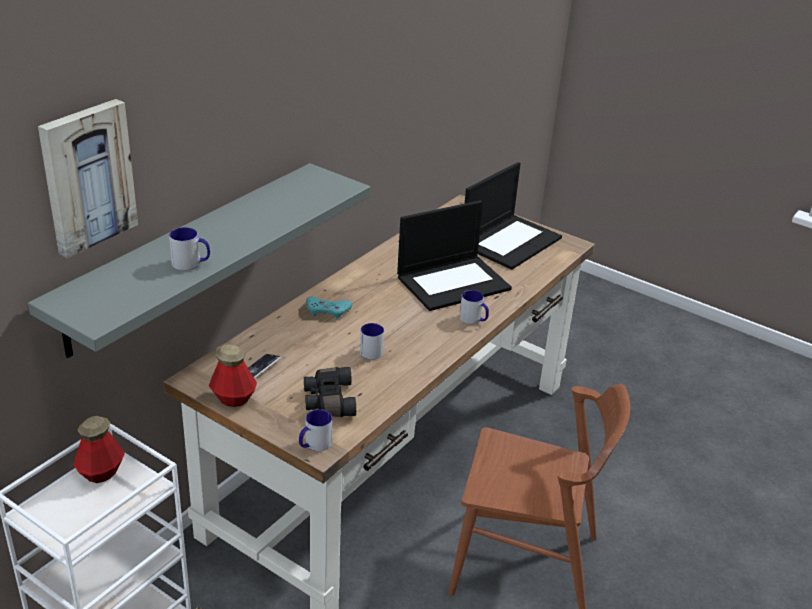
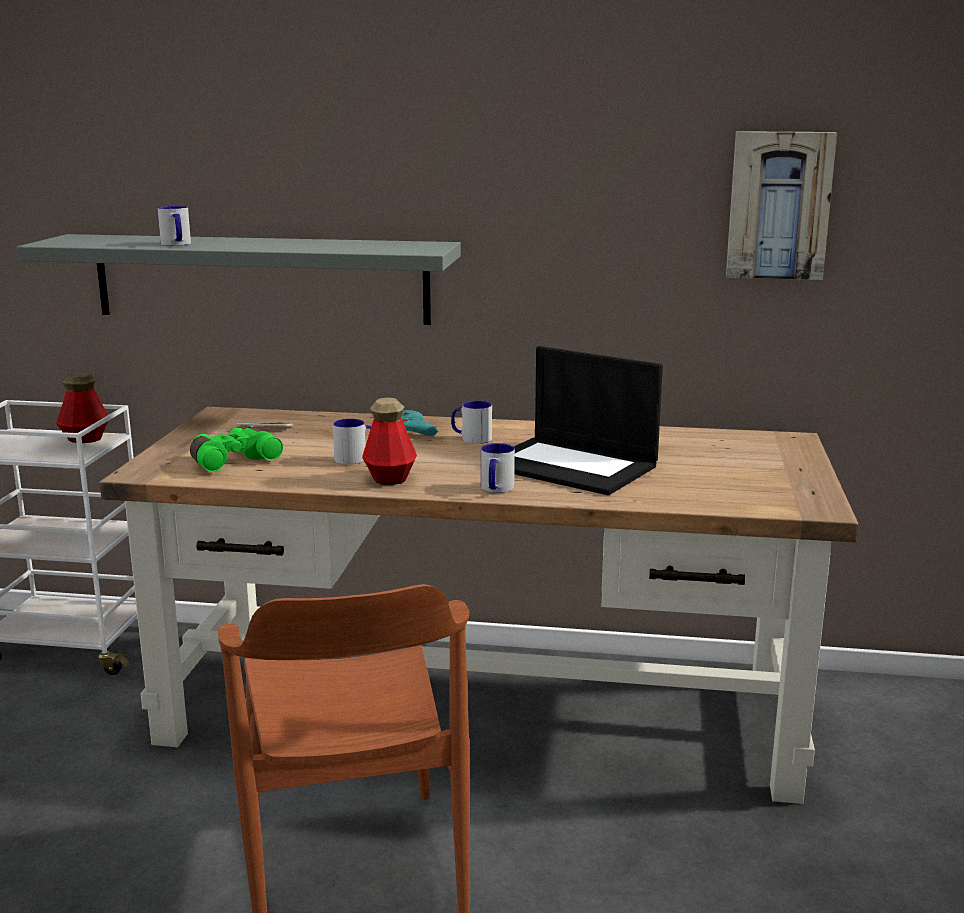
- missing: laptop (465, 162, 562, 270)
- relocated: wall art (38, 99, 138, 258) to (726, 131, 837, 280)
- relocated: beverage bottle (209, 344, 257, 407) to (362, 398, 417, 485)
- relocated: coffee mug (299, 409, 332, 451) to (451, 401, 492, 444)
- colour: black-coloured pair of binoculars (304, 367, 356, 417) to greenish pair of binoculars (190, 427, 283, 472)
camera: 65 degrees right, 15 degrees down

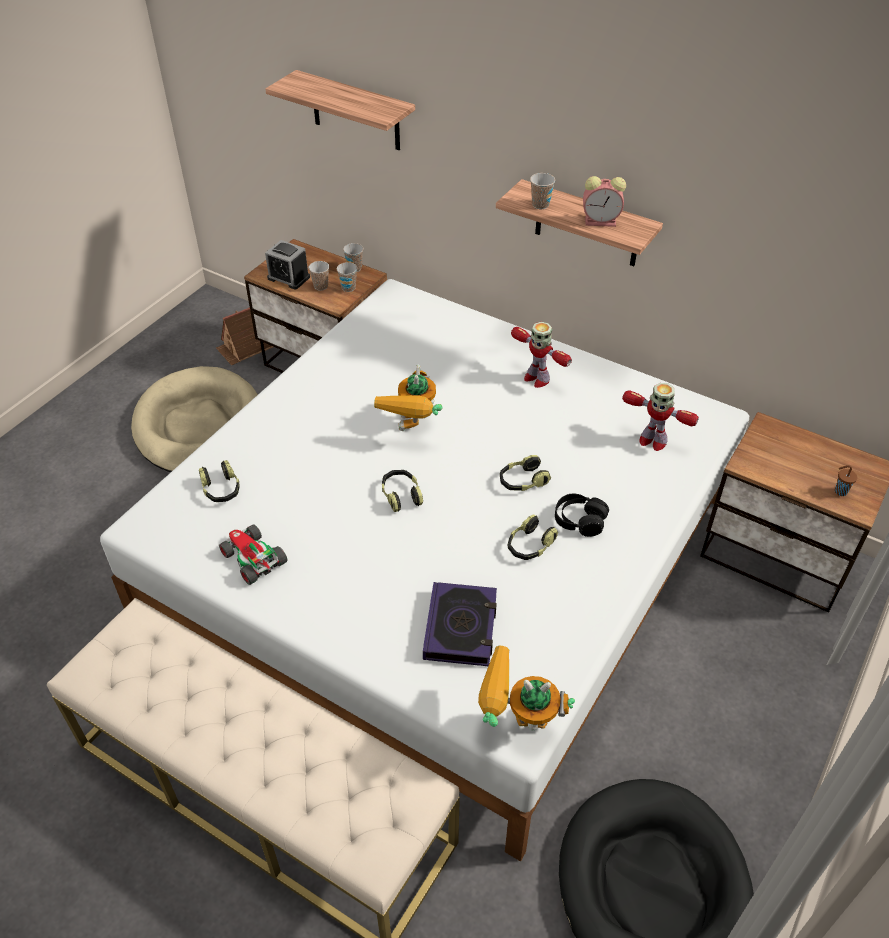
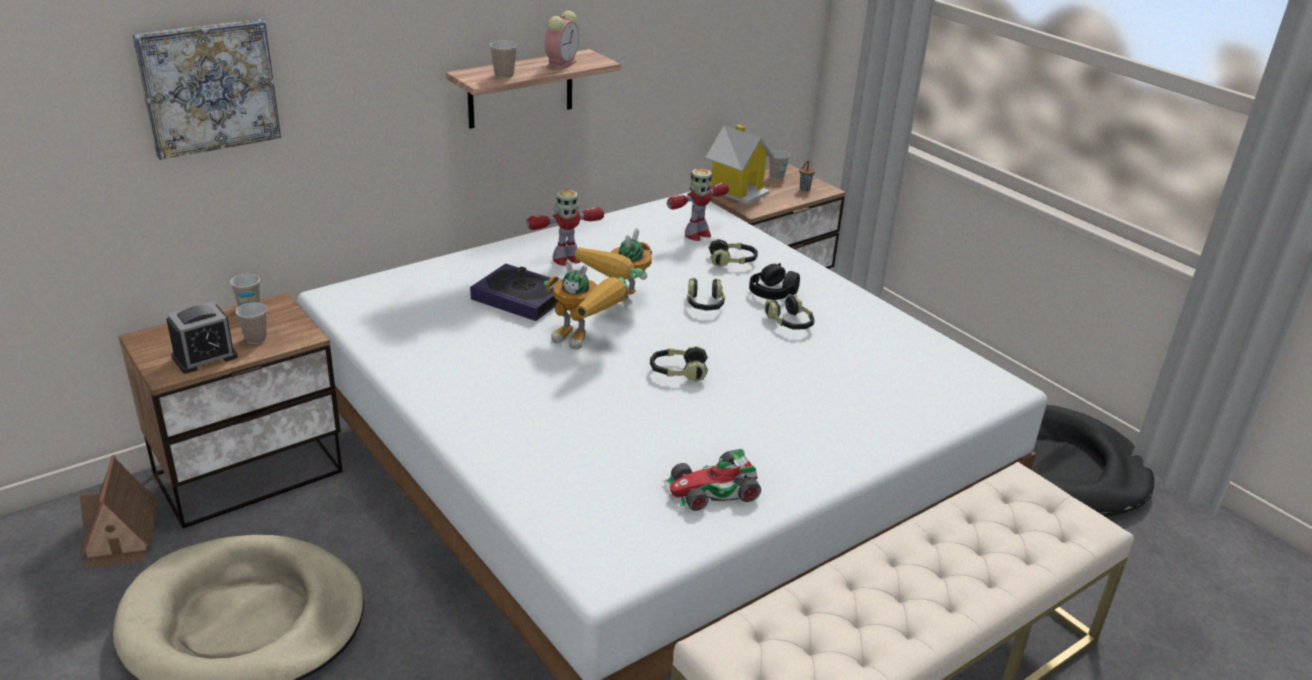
- appeared: miniature house (705, 125, 774, 205)
- relocated: pair of headphones (199, 460, 240, 502) to (709, 239, 758, 267)
- relocated: drinking cup (337, 262, 357, 292) to (769, 150, 790, 180)
- relocated: bound book (423, 582, 497, 666) to (470, 264, 560, 321)
- relocated: toy robot (478, 646, 575, 730) to (575, 228, 652, 302)
- exchanged: shelf (265, 70, 415, 150) to wall art (132, 19, 281, 160)
camera: 70 degrees left, 15 degrees down

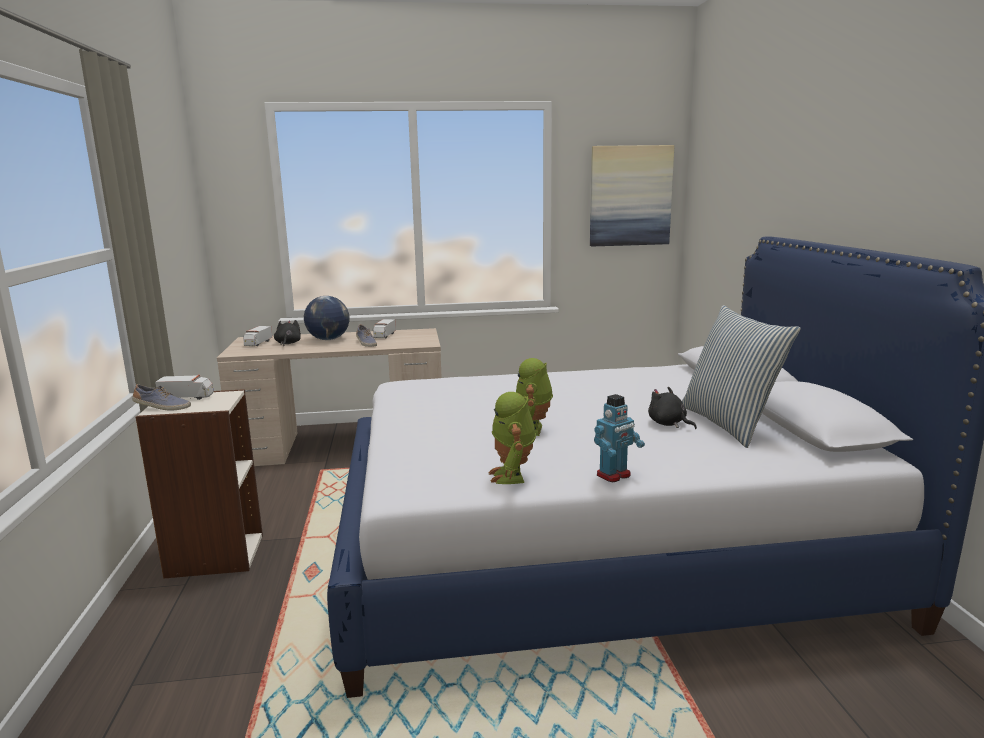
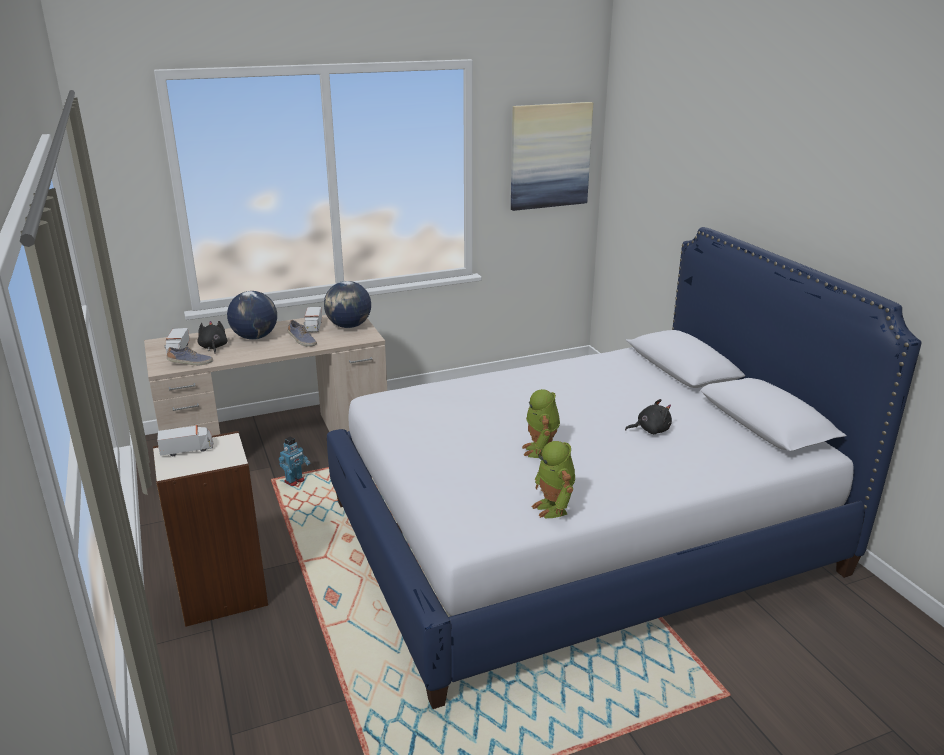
- missing: pillow (682, 305, 800, 448)
- appeared: world globe (324, 281, 371, 328)
- relocated: shoe (132, 384, 191, 411) to (167, 347, 213, 365)
- relocated: toy robot (594, 394, 645, 482) to (279, 436, 311, 486)
- spun: black-coloured soft toy (648, 387, 697, 429) = (625, 399, 672, 434) 135 degrees clockwise
camera: 15 degrees left, 10 degrees up

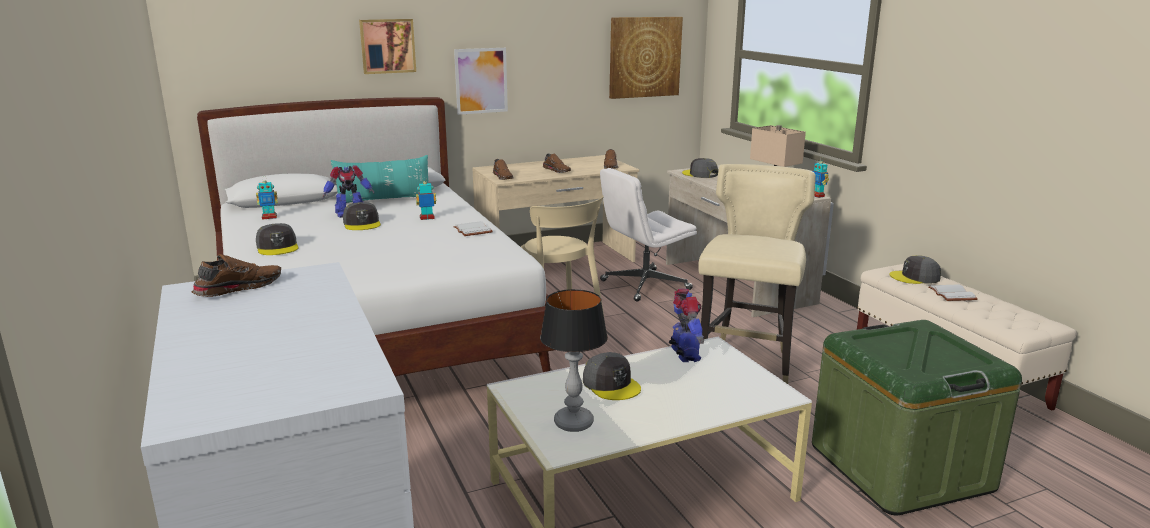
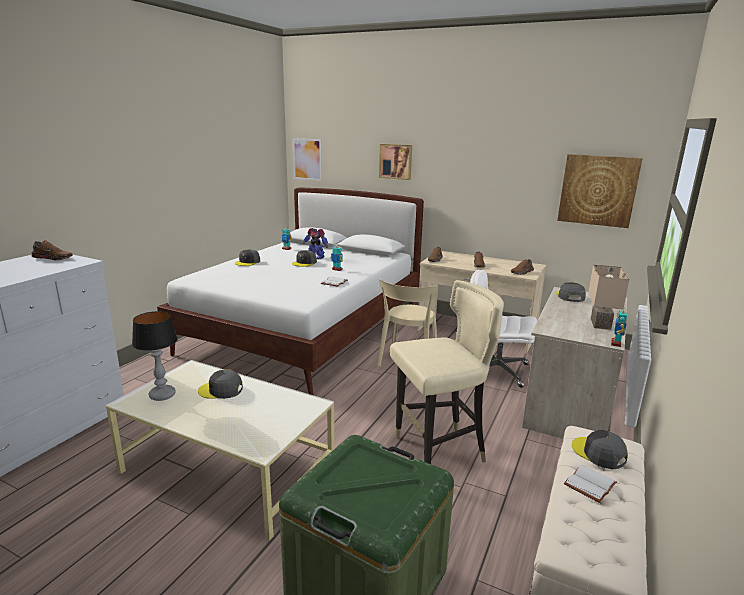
- missing: blue-green pillow (331, 155, 428, 203)
- missing: toy robot (669, 289, 704, 362)
- relocated: wall art (454, 48, 508, 115) to (293, 138, 322, 181)
- spun: greyish peaked cap (583, 352, 641, 400) = (198, 369, 243, 399) 75 degrees clockwise
camera: 50 degrees right, 0 degrees up

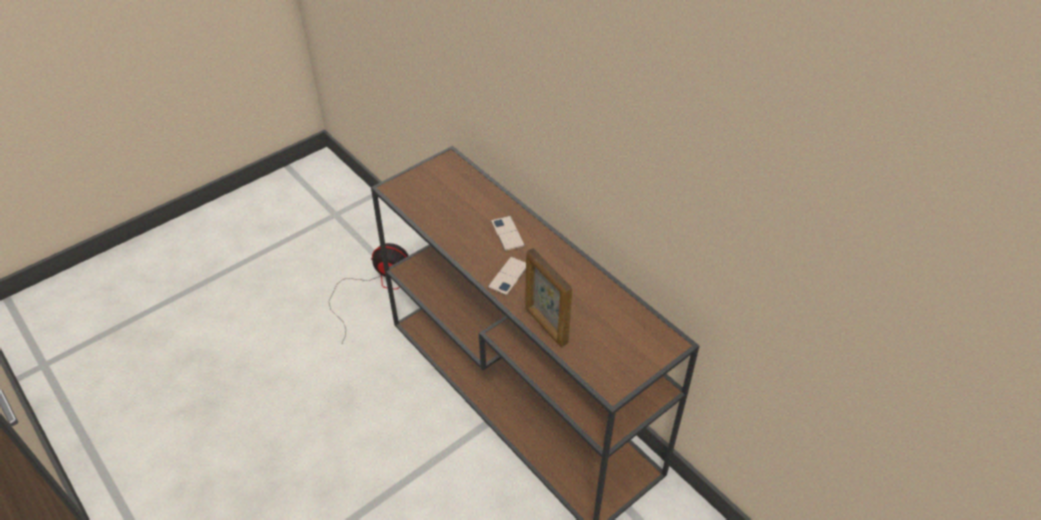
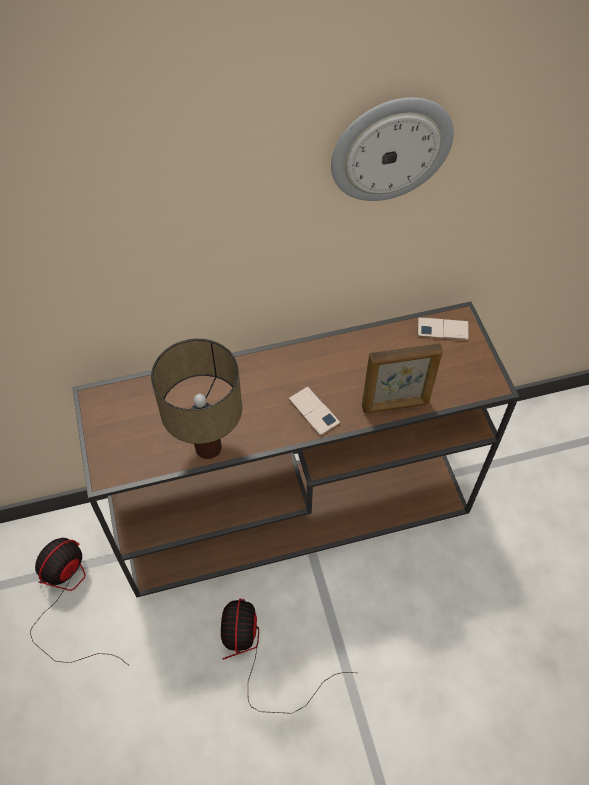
- appeared: tabletop lamp (151, 339, 242, 459)
- appeared: fan (221, 598, 356, 714)
- appeared: clock on the wall (331, 97, 454, 201)
- relocated: phone (491, 216, 525, 251) to (417, 317, 469, 341)
camera: 65 degrees left, 10 degrees up

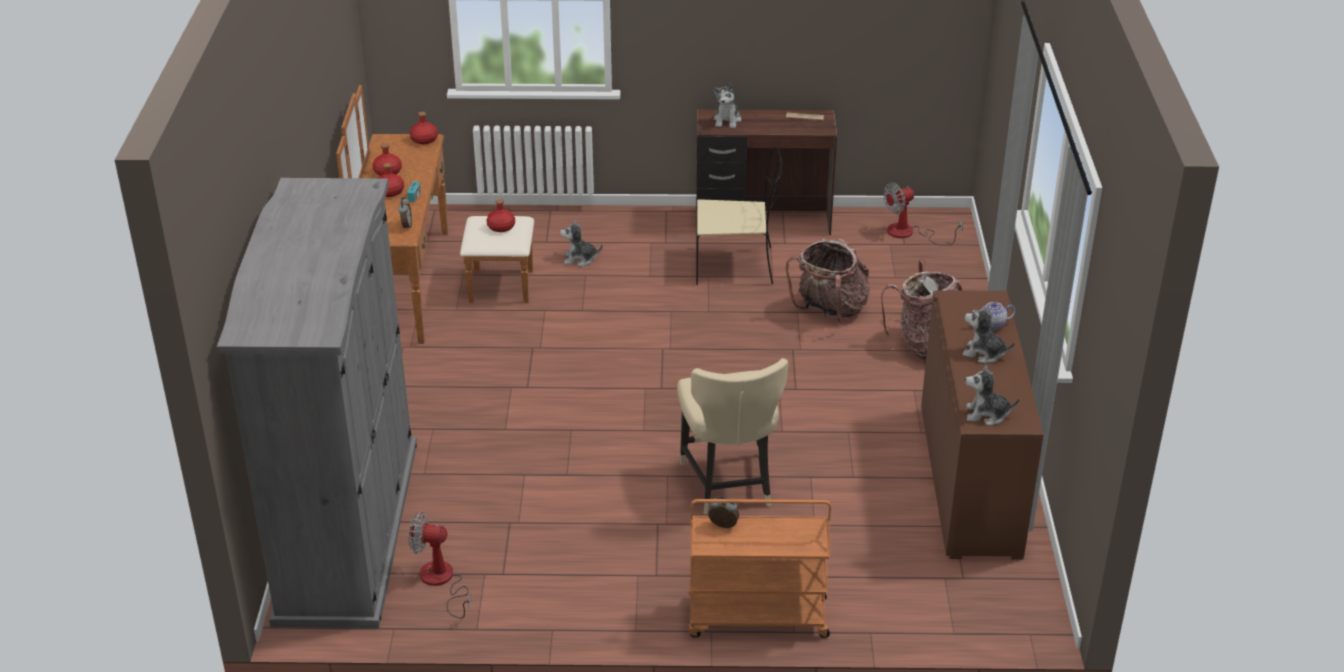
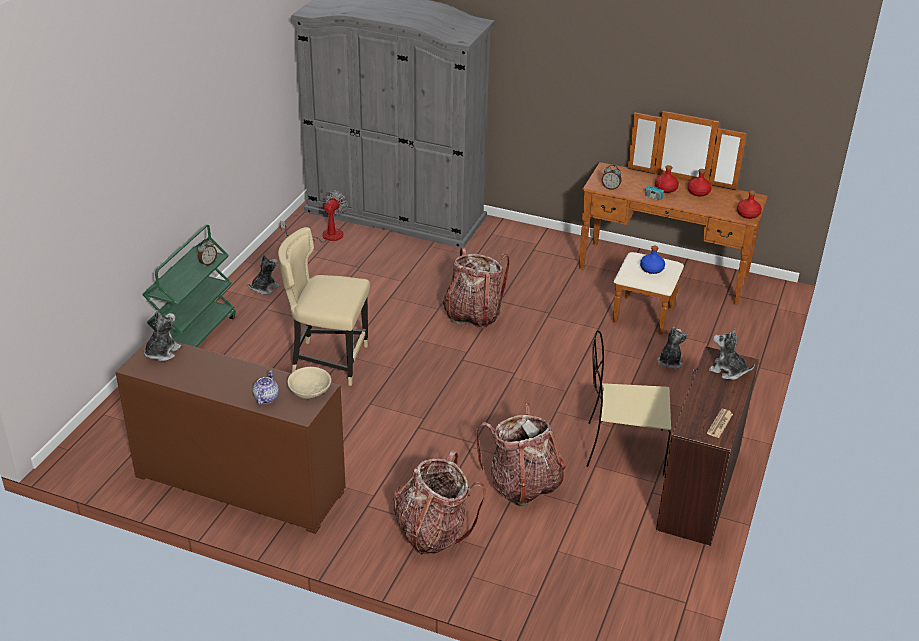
- missing: fan (884, 183, 963, 246)
- appeared: beige-coloured serving bowl (287, 367, 331, 399)
- appeared: backpack (443, 247, 510, 328)
- relocated: soft toy (962, 304, 1015, 363) to (248, 255, 280, 295)
- colour: red beverage bottle (487, 199, 515, 232) to blue-coloured beverage bottle (640, 245, 665, 274)
- colour: orange-coloured trolley (689, 499, 831, 638) to greenish trolley (142, 224, 236, 347)
- spun: beige-coloured upright chair (696, 146, 782, 285) = (587, 331, 671, 475) 75 degrees clockwise
camera: 110 degrees right, 0 degrees up

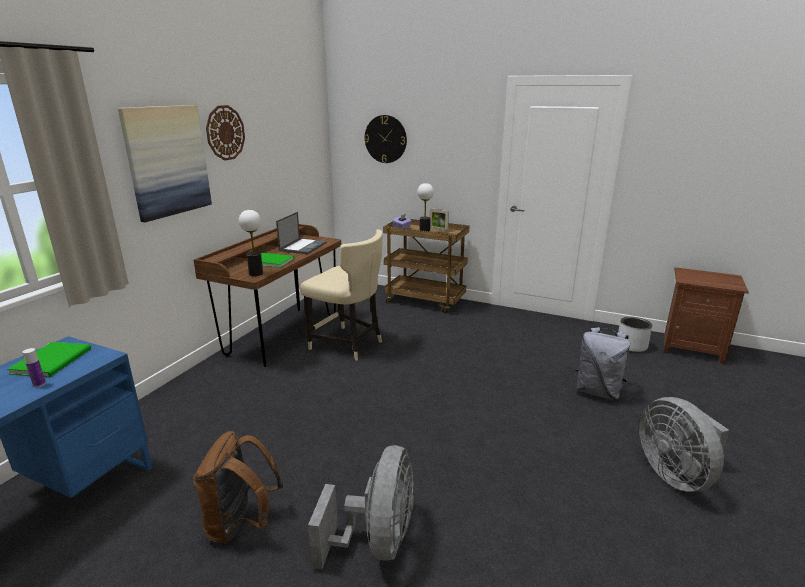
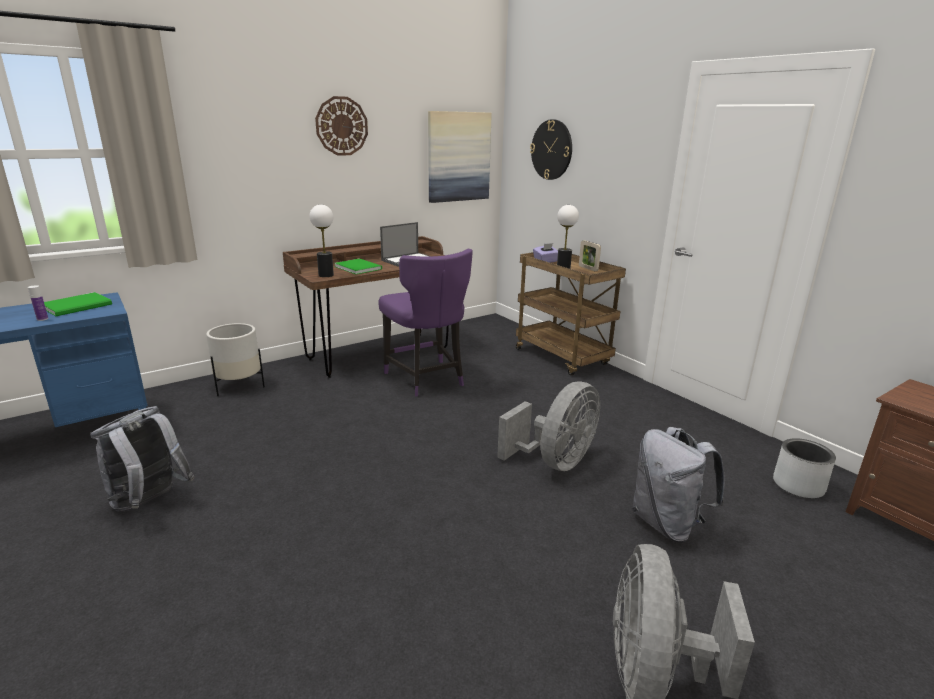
- appeared: white plant pot (206, 323, 265, 396)
- relocated: wall art (118, 105, 212, 222) to (428, 111, 492, 203)
- relocated: greyish fan (308, 445, 414, 569) to (497, 381, 600, 471)
- colour: brownish backpack (193, 431, 283, 545) to greyish backpack (90, 406, 195, 512)
- colour: beige-coloured upright chair (300, 229, 383, 361) to purple-coloured upright chair (378, 249, 473, 397)
camera: 30 degrees right, 0 degrees up

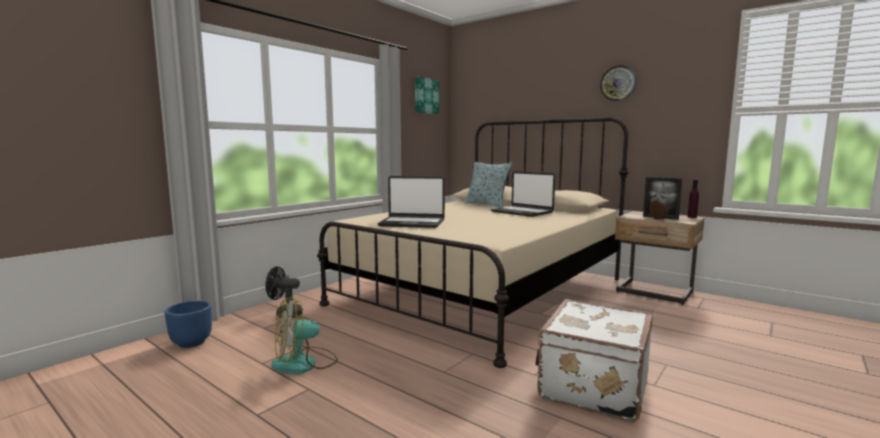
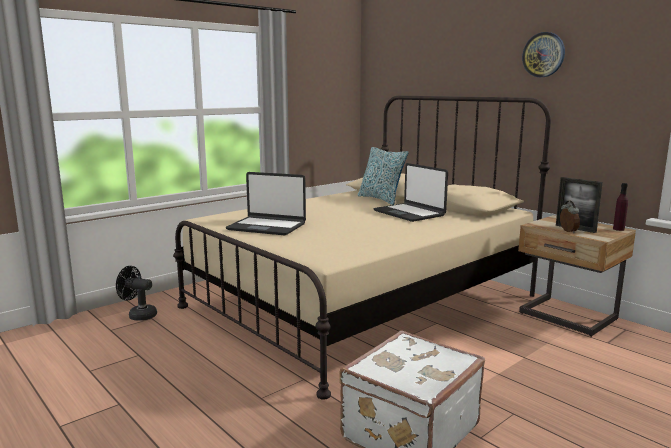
- missing: blue-coloured plant pot (164, 300, 212, 348)
- missing: fan (271, 297, 338, 374)
- missing: wall art (415, 77, 439, 114)
camera: 10 degrees right, 5 degrees up

